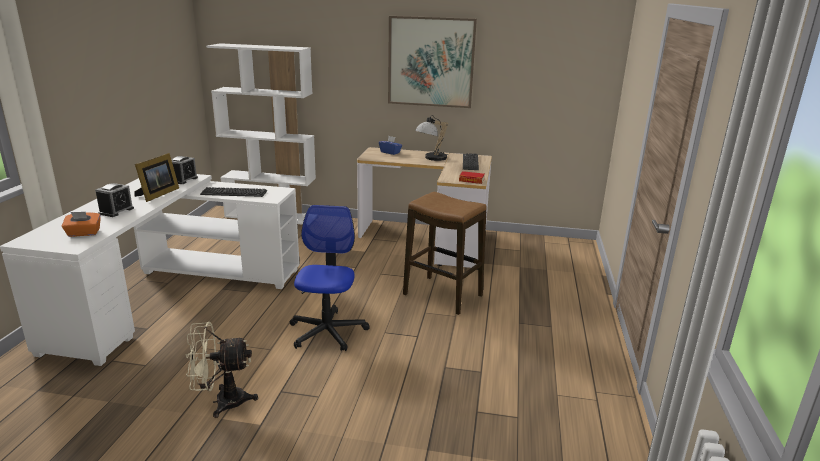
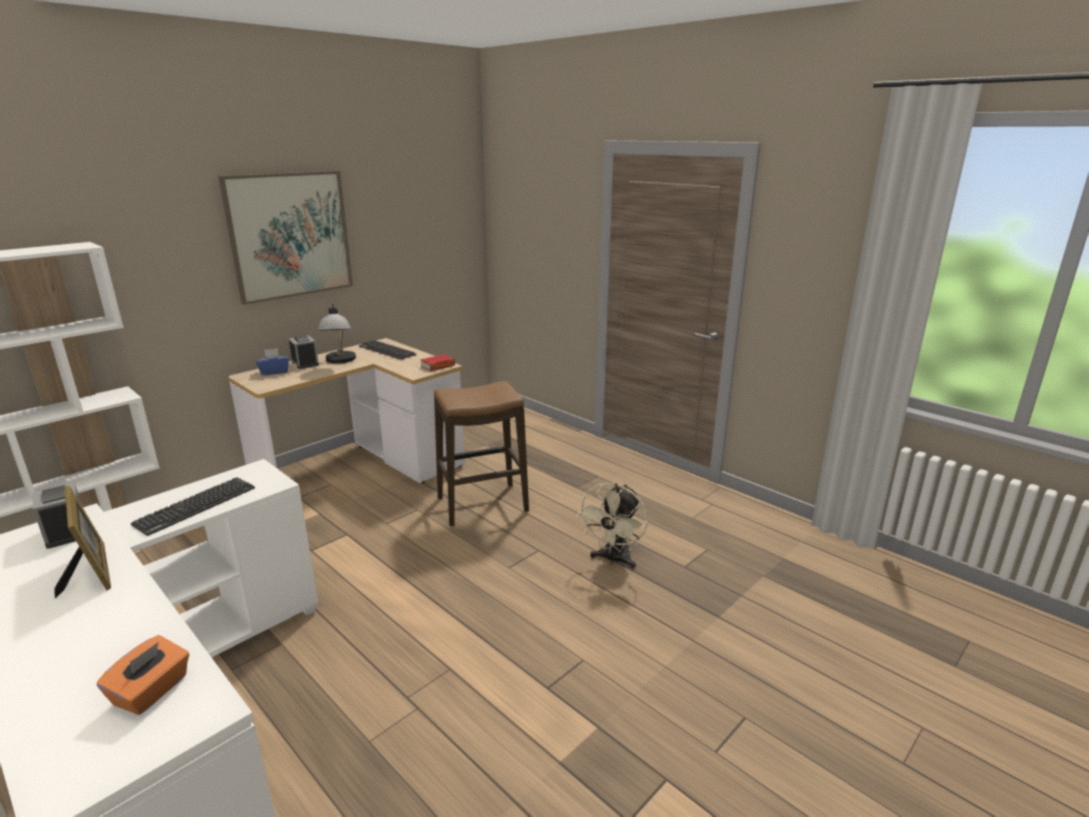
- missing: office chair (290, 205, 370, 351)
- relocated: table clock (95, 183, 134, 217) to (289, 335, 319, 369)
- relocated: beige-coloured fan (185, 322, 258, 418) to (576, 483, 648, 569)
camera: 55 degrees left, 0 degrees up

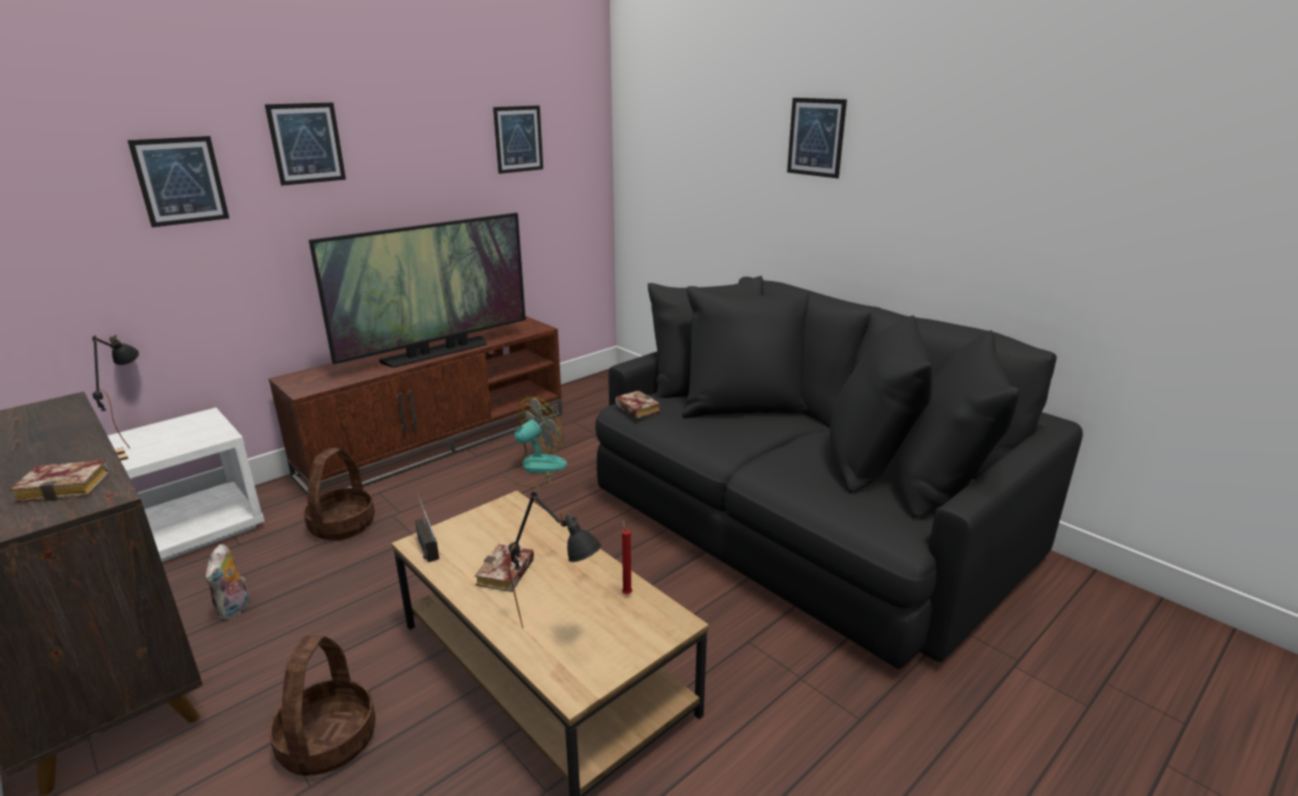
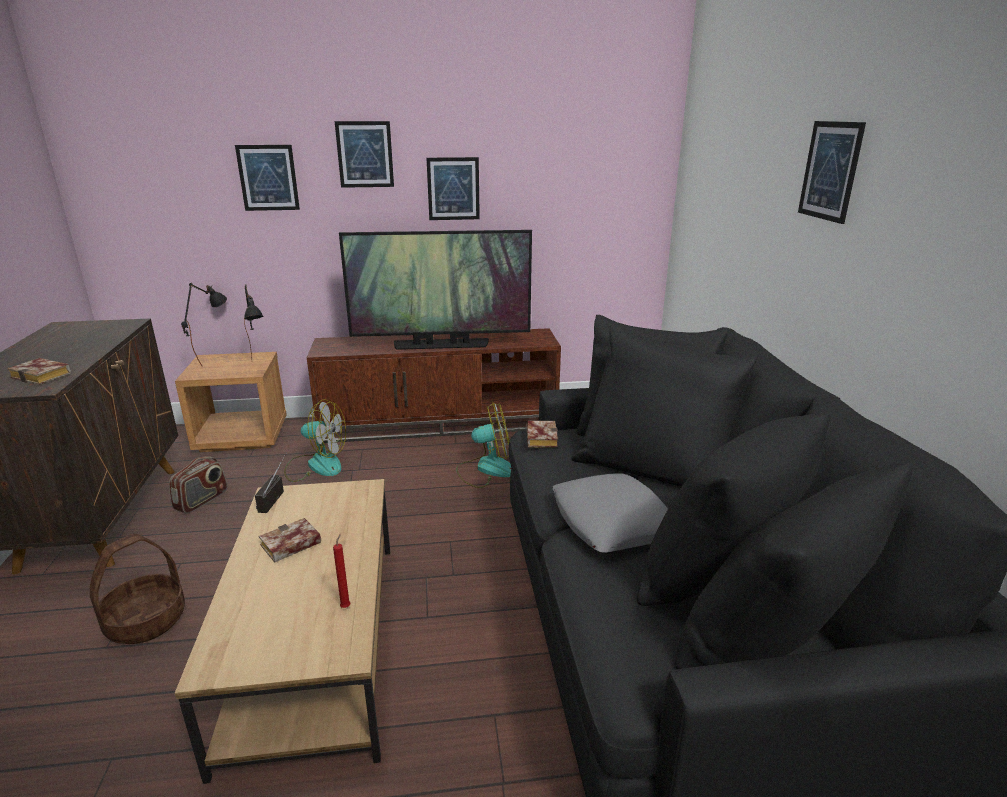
- appeared: greyish pillow (553, 473, 668, 553)
- relocated: wall art (493, 105, 543, 174) to (426, 157, 480, 220)
- relocated: black-coloured tabletop lamp (508, 491, 602, 628) to (244, 284, 263, 359)
- exchanged: soft toy (205, 544, 249, 620) to radio receiver (169, 456, 228, 514)
- exchanged: household basket (303, 448, 375, 540) to fan (284, 399, 346, 482)
- colour: white nightstand (108, 408, 265, 562) to brownish nightstand (175, 352, 287, 452)
camera: 35 degrees right, 0 degrees up

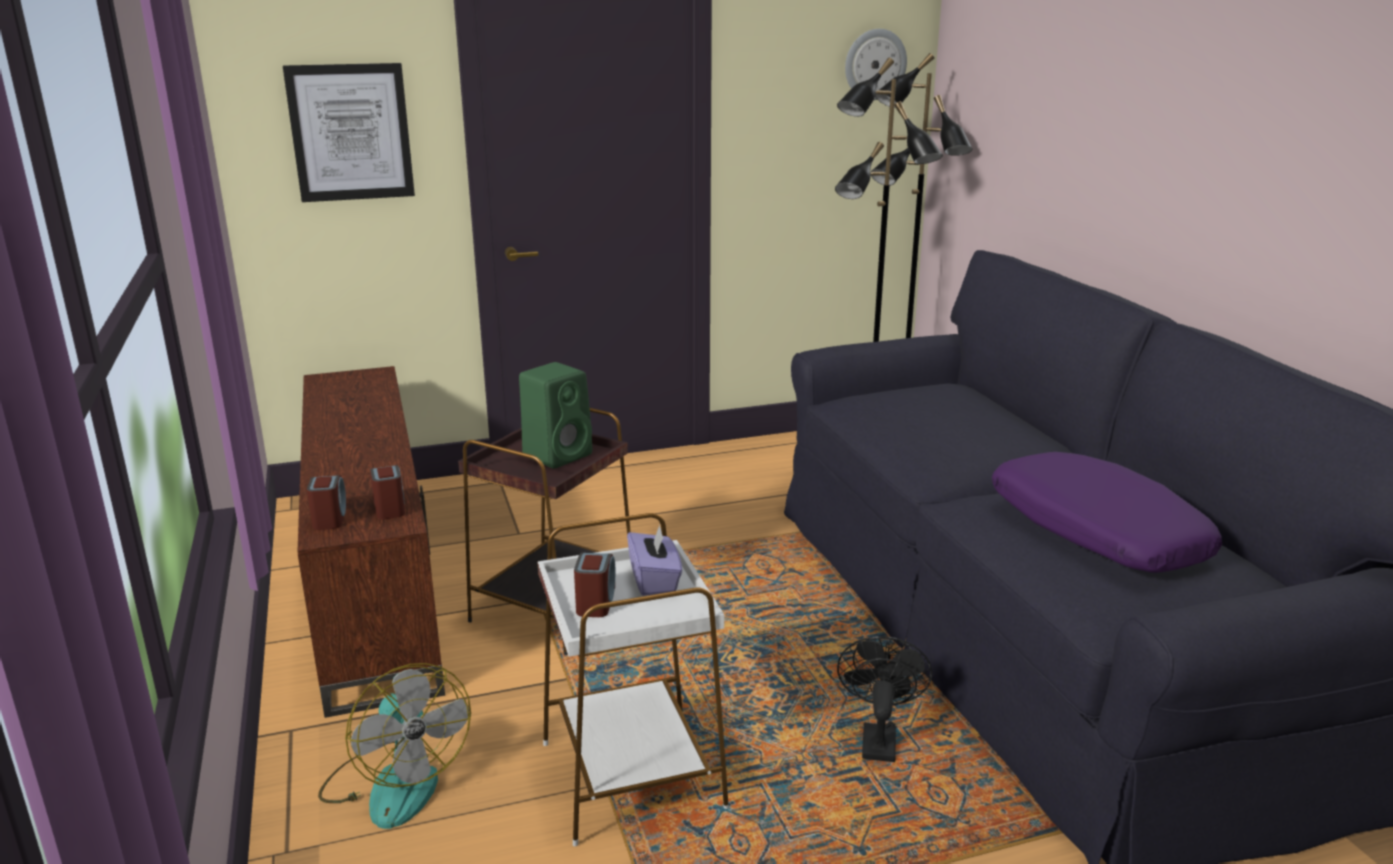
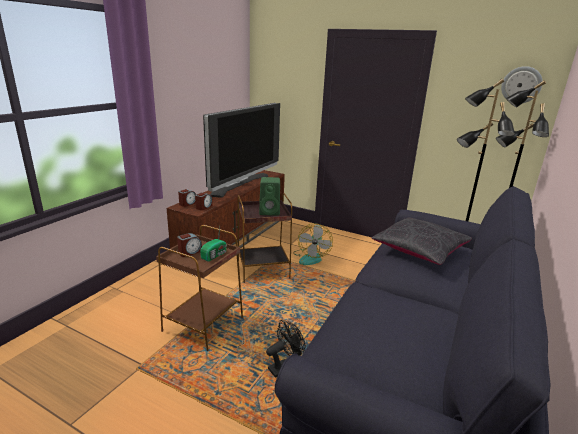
- missing: wall art (283, 63, 415, 202)
- missing: purple-coloured pillow (992, 452, 1222, 573)
- appeared: television (203, 103, 280, 198)
- appeared: black-coloured pillow (372, 217, 472, 265)
- relocated: fan (318, 663, 471, 829) to (293, 223, 333, 265)
- exchanged: purple-coloured tissue holder (627, 525, 682, 596) to radio receiver (200, 228, 227, 261)
- colour: white accent table (538, 513, 729, 846) to brownish accent table (156, 225, 243, 351)
camera: 45 degrees right, 0 degrees up

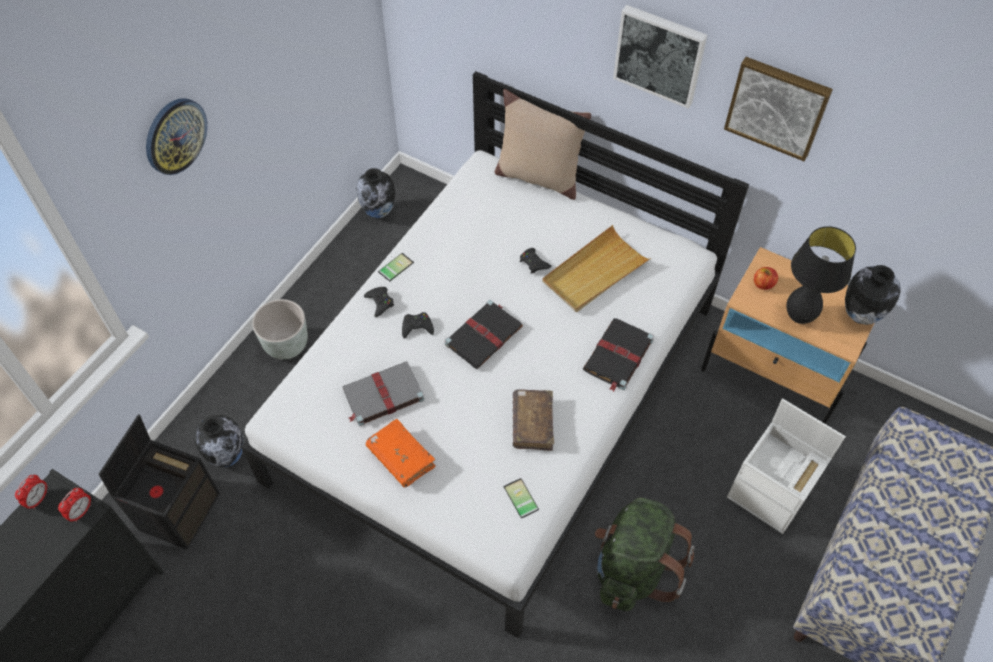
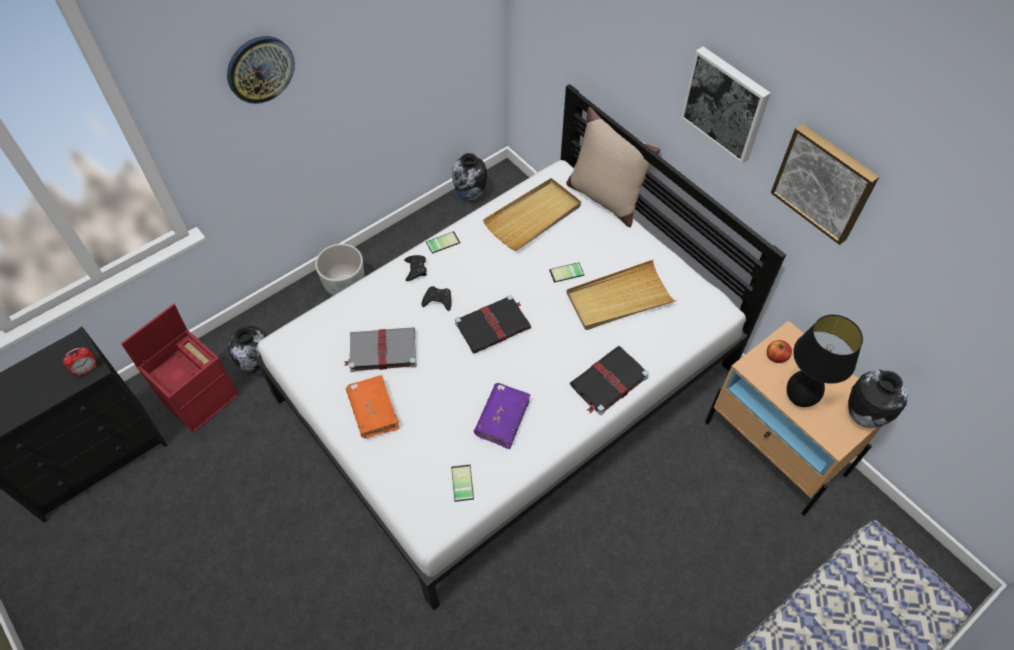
- missing: table clock (15, 475, 47, 509)
- missing: greenish backpack (595, 498, 695, 611)
- missing: white storage container (727, 398, 846, 534)
- appeared: beige-coloured carrying tray (483, 178, 581, 251)
- exchanged: black-coloured game controller (520, 248, 551, 274) to phone (549, 263, 584, 283)
- colour: black-coloured storage container (99, 414, 220, 550) to red storage container (121, 304, 239, 433)
- colour: brownish bound book (513, 389, 554, 451) to purple-coloured bound book (474, 383, 531, 449)
camera: 20 degrees right, 0 degrees up

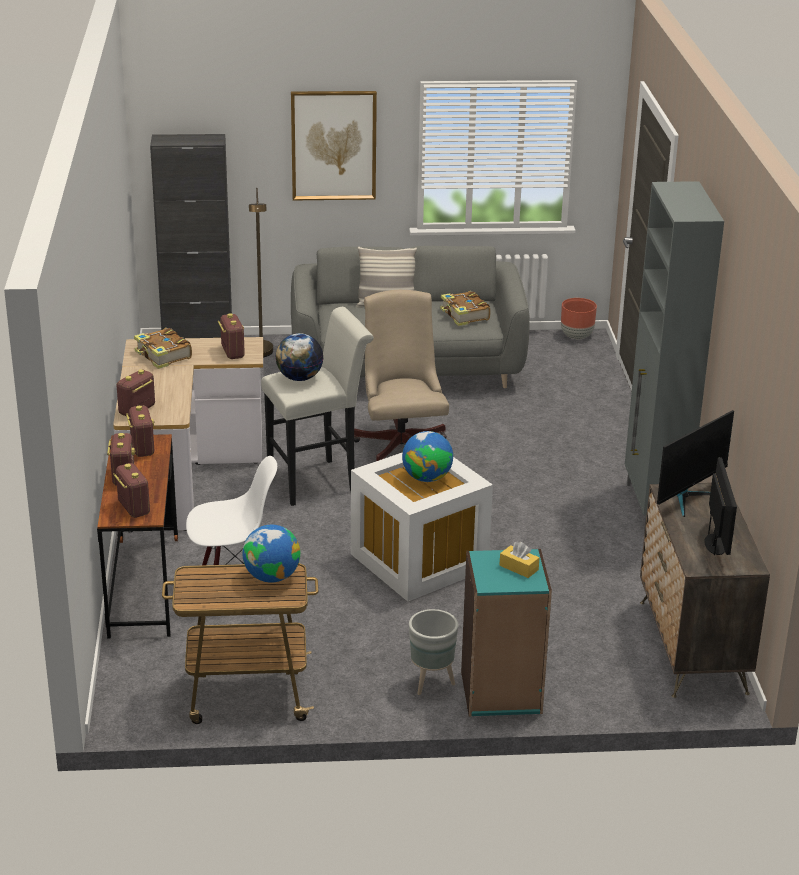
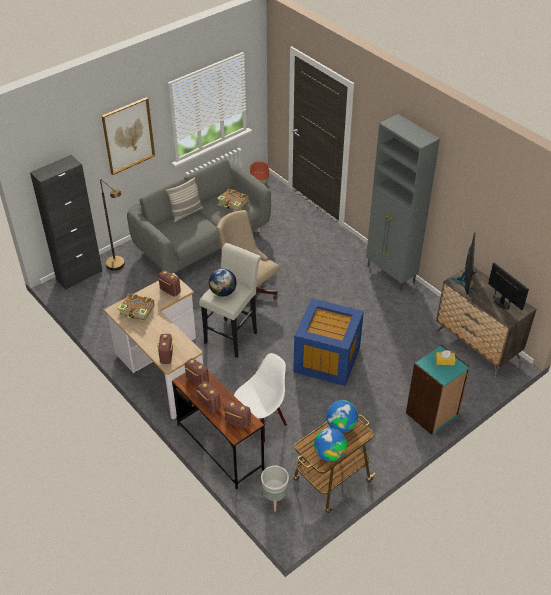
- relocated: world globe (402, 431, 453, 482) to (314, 428, 347, 461)
- relocated: greyish plant pot (409, 609, 458, 695) to (261, 466, 289, 512)
- colour: white storage container (351, 452, 493, 602) to blue-coloured storage container (293, 298, 364, 386)
camera: 35 degrees left, 15 degrees up

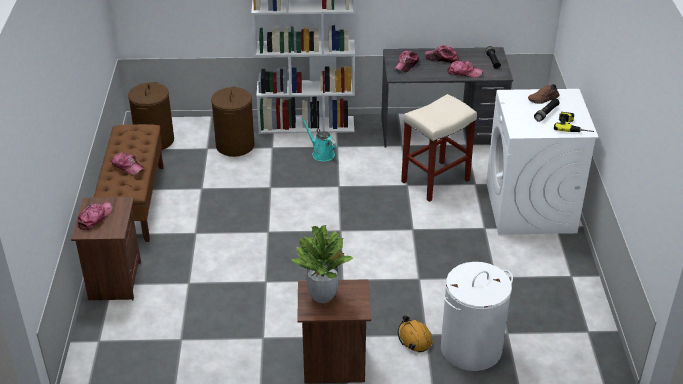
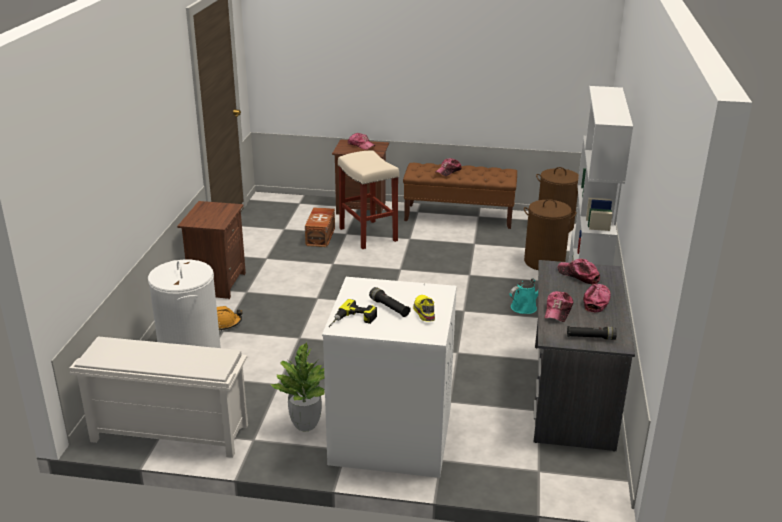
- appeared: white shoe rack (70, 336, 248, 458)
- appeared: brownish storage container (305, 207, 335, 247)
- relocated: potted plant (291, 225, 353, 303) to (271, 342, 325, 431)
- relocated: beige-coloured stool (401, 94, 477, 202) to (338, 151, 399, 249)
- colour: brownish shoe (528, 84, 560, 104) to yellow shoe (413, 295, 435, 322)
camera: 100 degrees right, 10 degrees down

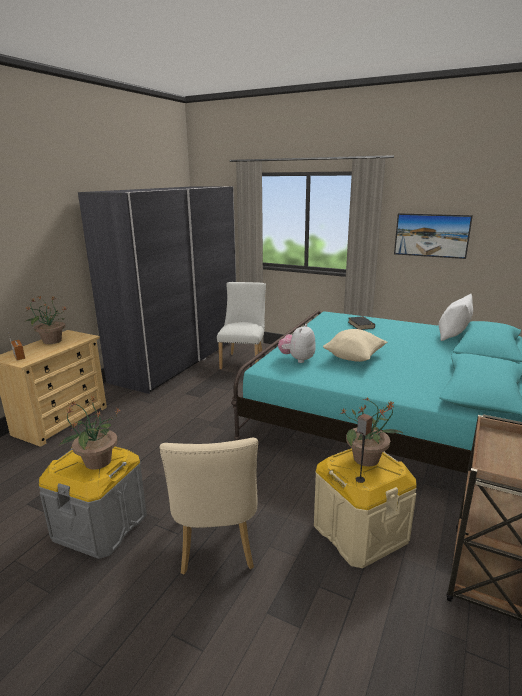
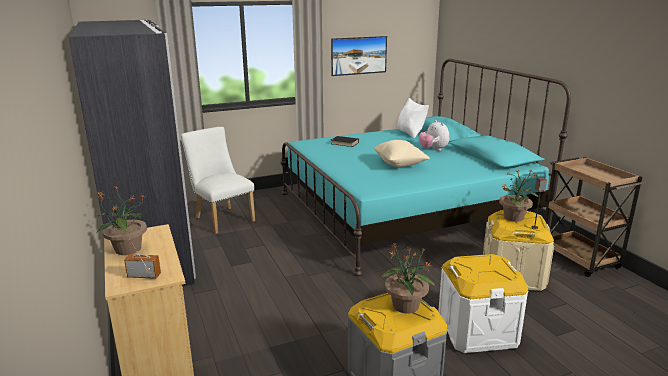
- relocated: soft toy (278, 324, 316, 363) to (419, 120, 449, 151)
- exchanged: beige-coloured upright chair (160, 438, 258, 574) to white storage container (438, 254, 528, 353)
camera: 50 degrees left, 0 degrees up

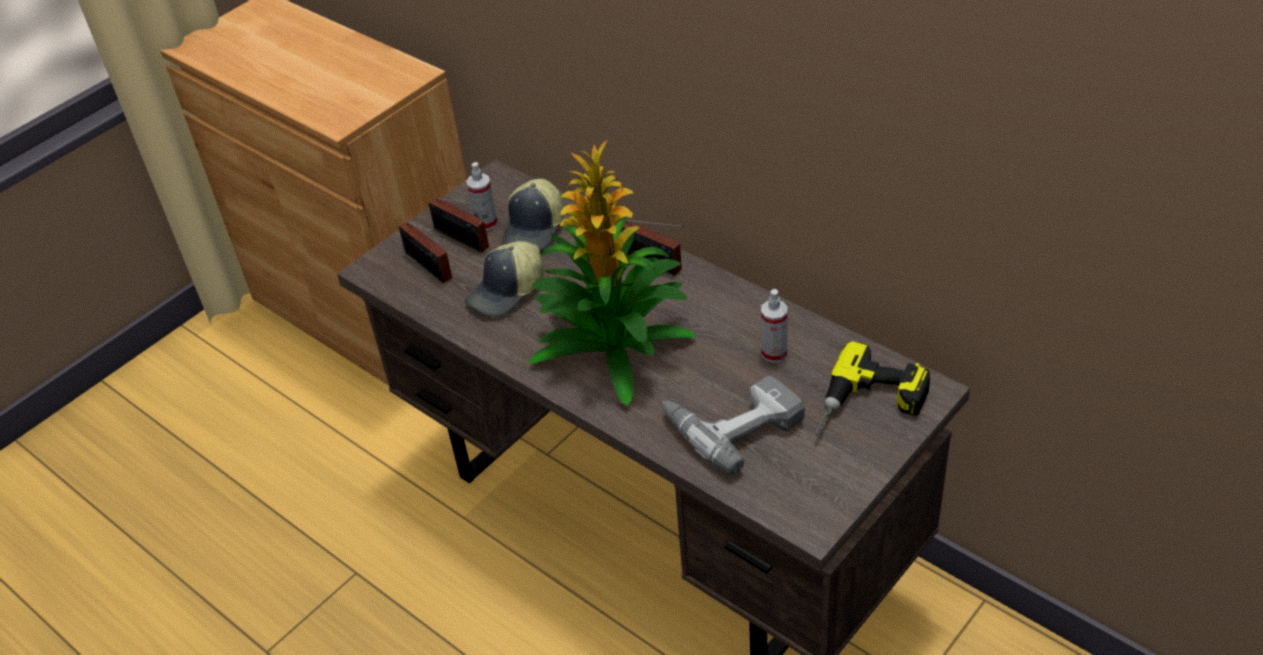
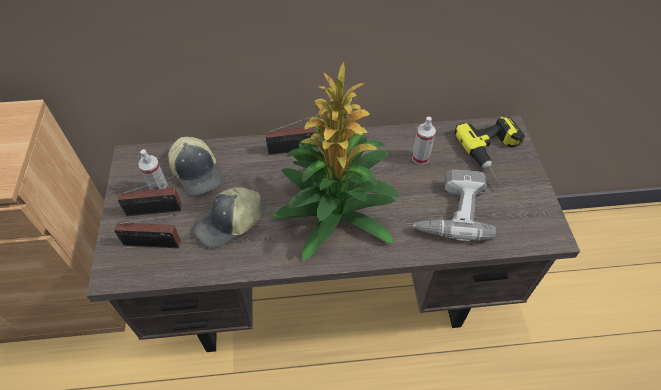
- spun: peaked cap (465, 241, 544, 317) = (194, 187, 261, 248) 60 degrees clockwise
camera: 50 degrees left, 10 degrees up

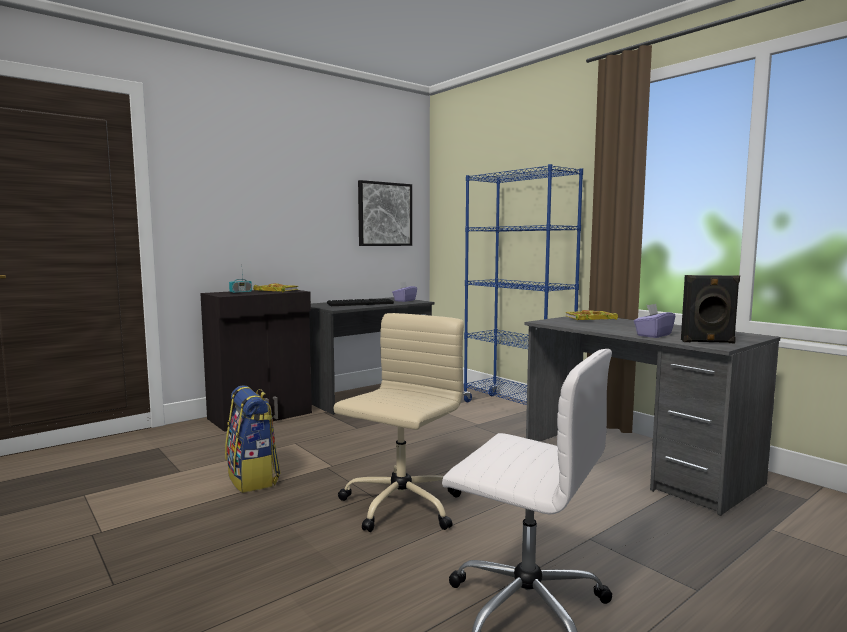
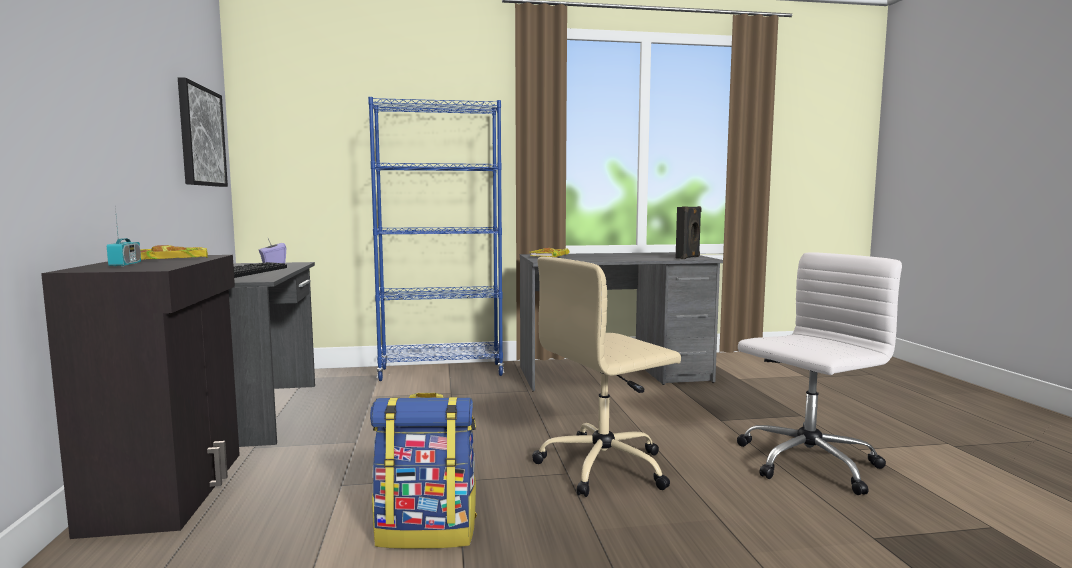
- missing: purple-coloured tissue holder (634, 304, 675, 338)
- spun: beige-coloured office chair (334, 313, 464, 532) = (532, 257, 681, 497) 90 degrees counterclockwise
camera: 60 degrees left, 0 degrees up

